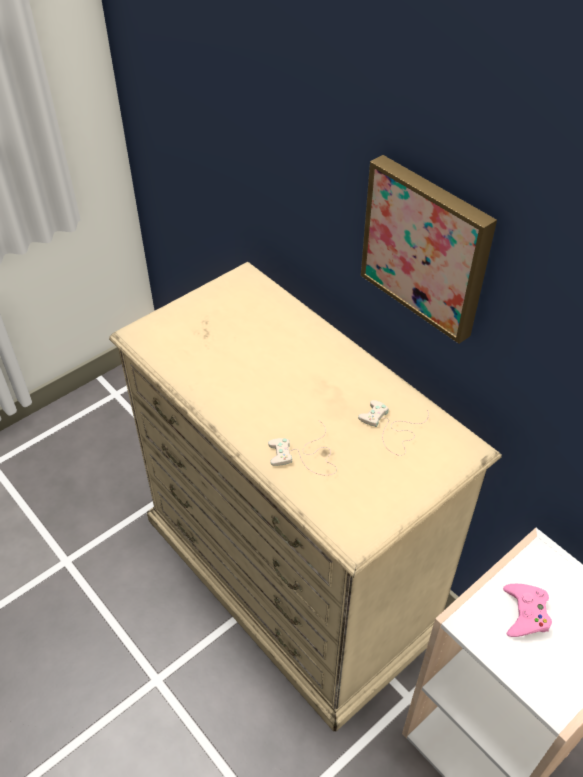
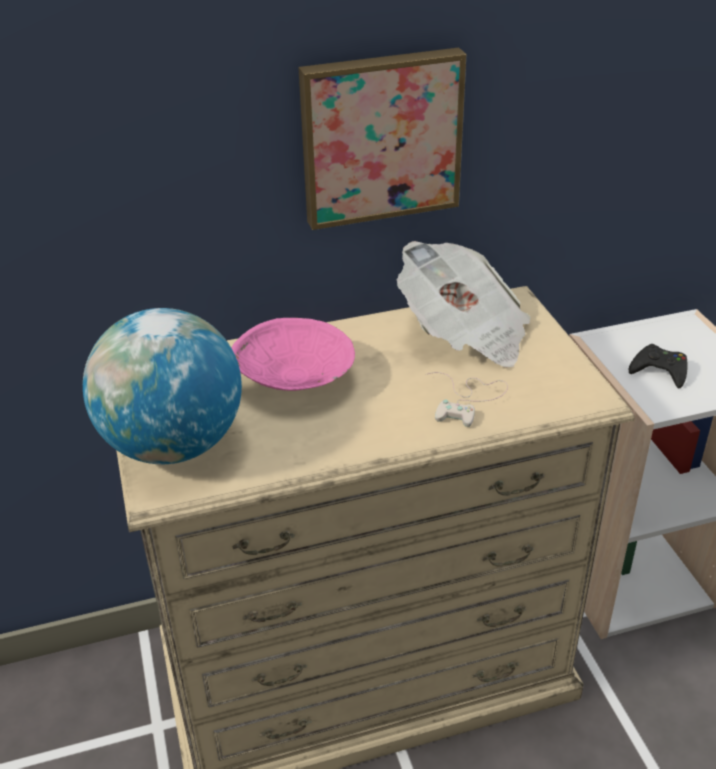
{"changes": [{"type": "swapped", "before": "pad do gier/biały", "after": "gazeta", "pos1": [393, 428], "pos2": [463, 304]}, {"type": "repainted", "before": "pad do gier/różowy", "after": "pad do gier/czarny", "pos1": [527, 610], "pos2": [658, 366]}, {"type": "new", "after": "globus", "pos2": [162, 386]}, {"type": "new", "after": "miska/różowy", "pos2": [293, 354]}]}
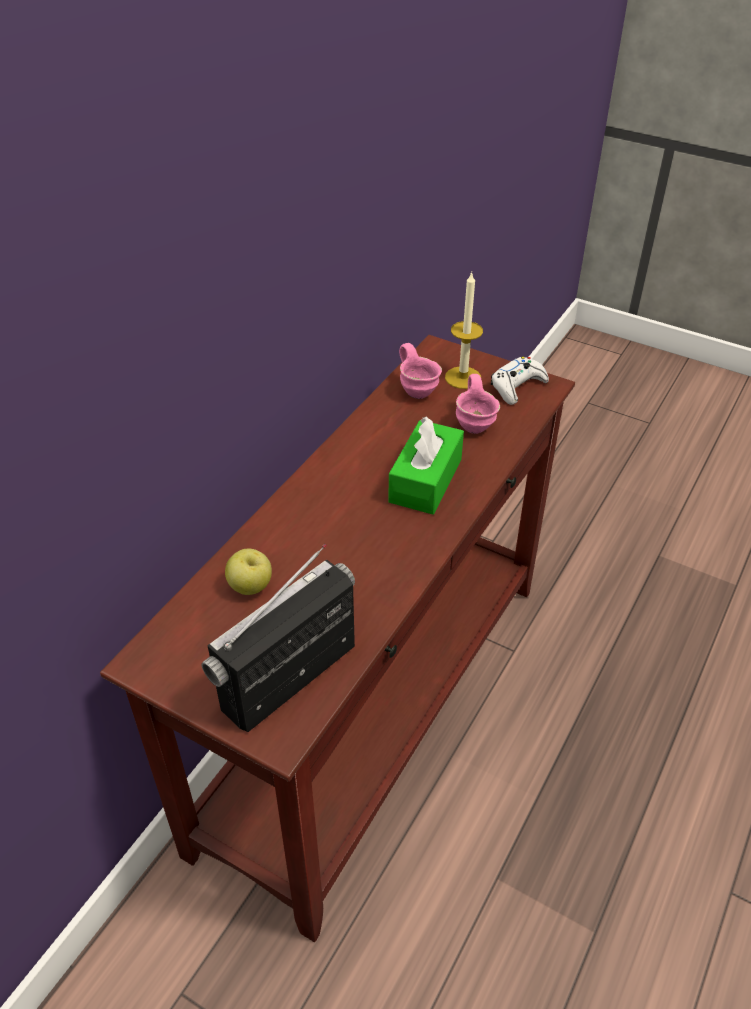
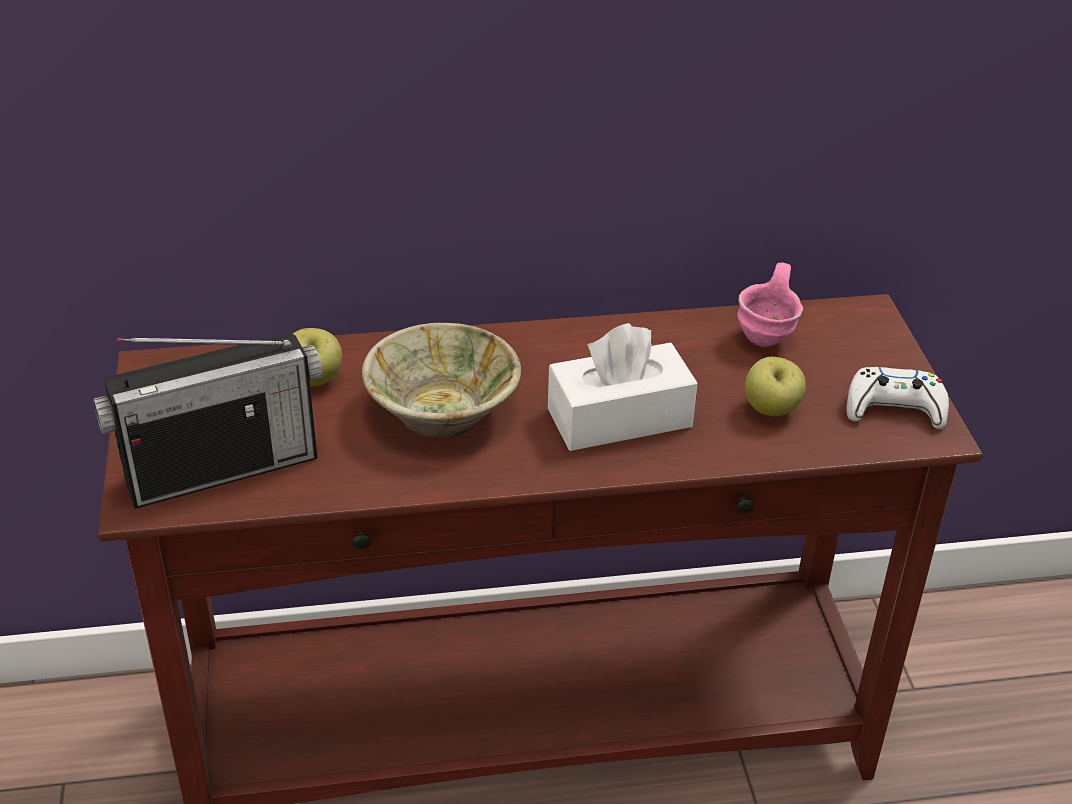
{"changes": [{"type": "rotated", "before": "radio", "pos1": [278, 638], "pos2": [207, 421], "turn": 150}, {"type": "repainted", "before": "pudełko chusteczek/zielony", "after": "pudełko chusteczek/biały", "pos1": [426, 465], "pos2": [622, 387]}, {"type": "gone", "before": "świeca", "pos1": [464, 330]}, {"type": "swapped", "before": "kubek/różowy", "after": "jabłko", "pos1": [478, 404], "pos2": [775, 386]}, {"type": "new", "after": "miska/beżowy", "pos2": [441, 380]}]}
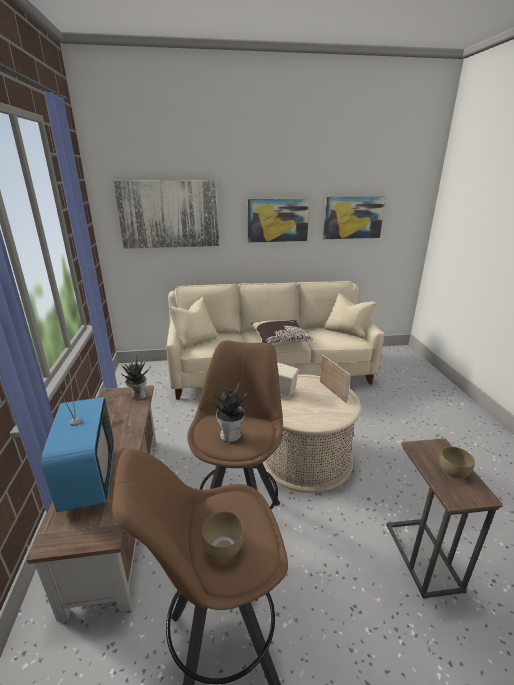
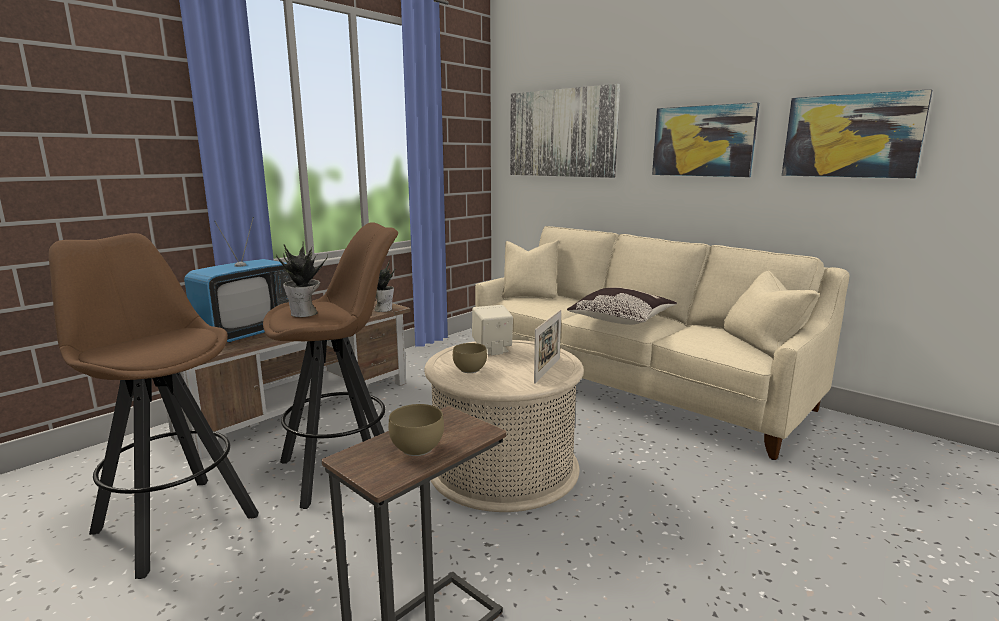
{"changes": [{"type": "shifted", "before": "miska/brązowy", "pos1": [223, 535], "pos2": [470, 358]}]}
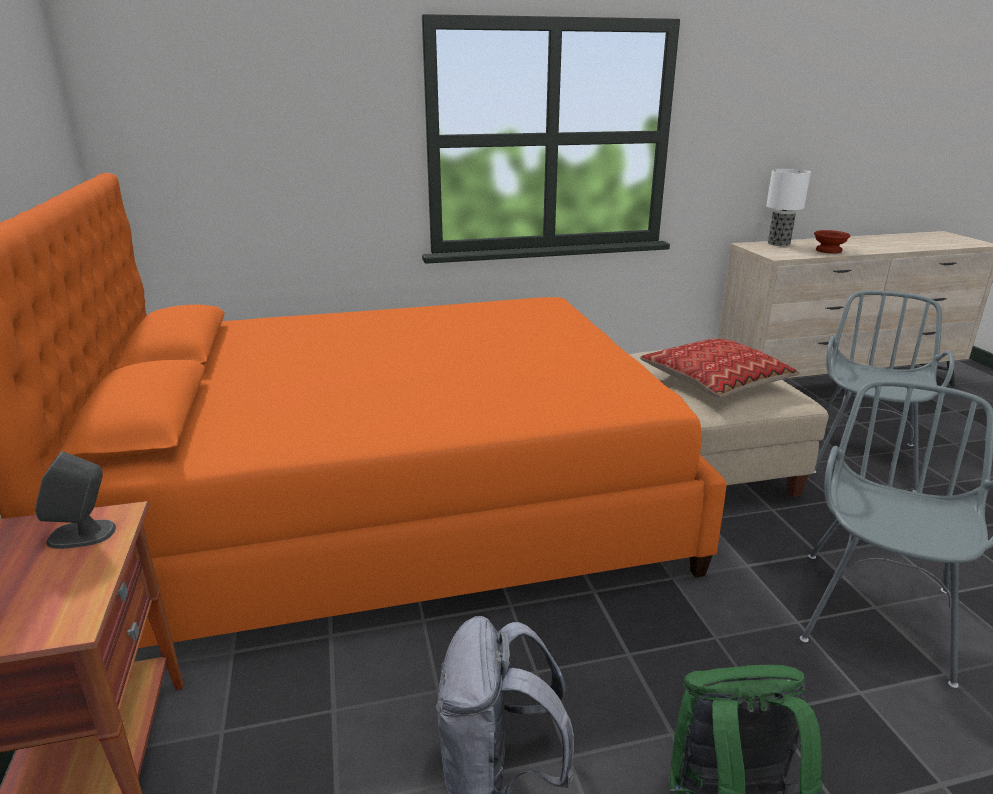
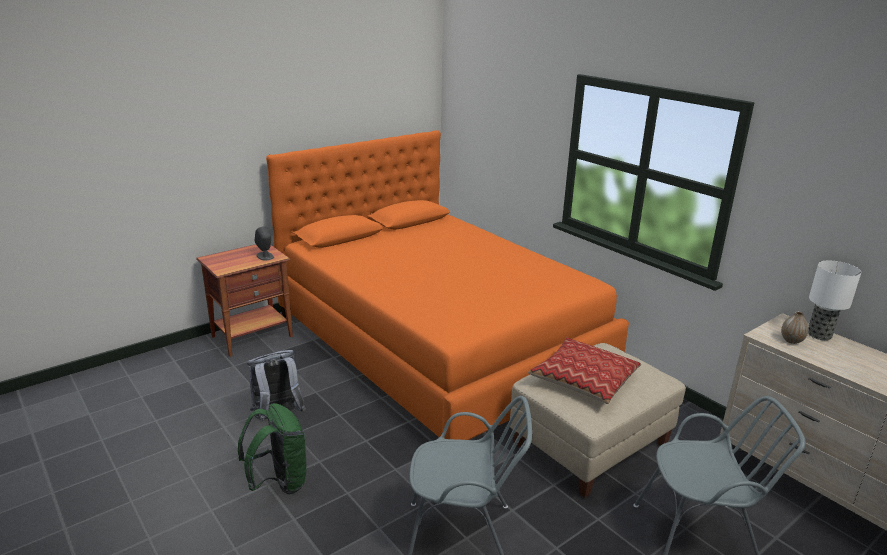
{"changes": [{"type": "gone", "before": "miska/brązowy", "pos1": [832, 241]}, {"type": "new", "after": "wazon", "pos2": [795, 327]}]}
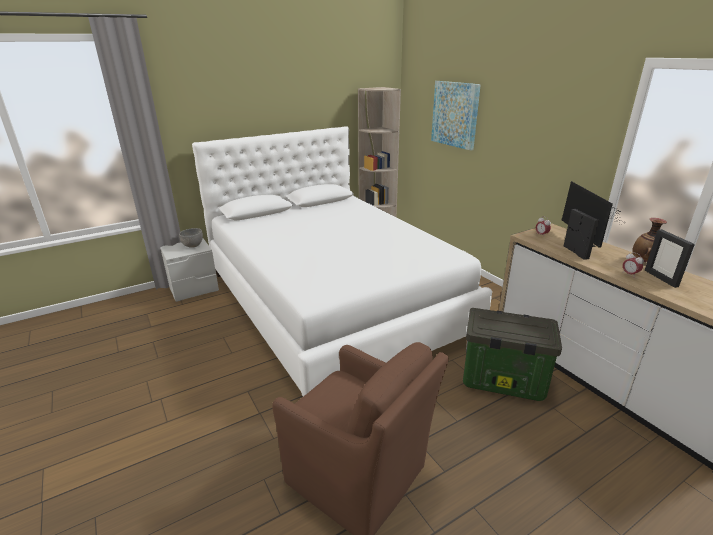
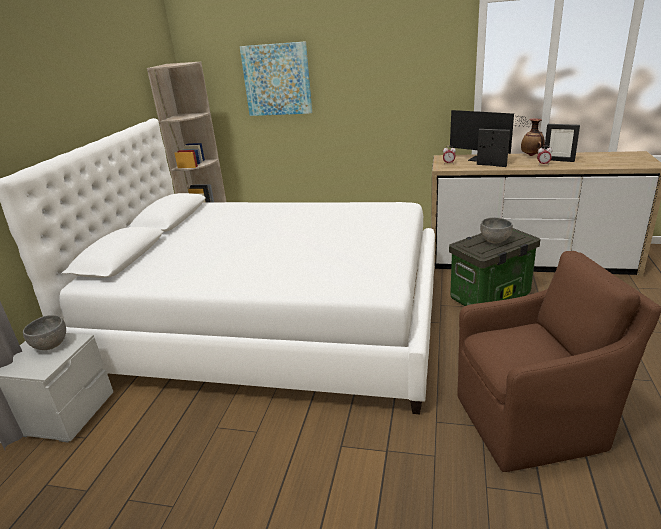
{"changes": [{"type": "new", "after": "miska/szary", "pos2": [496, 230]}]}
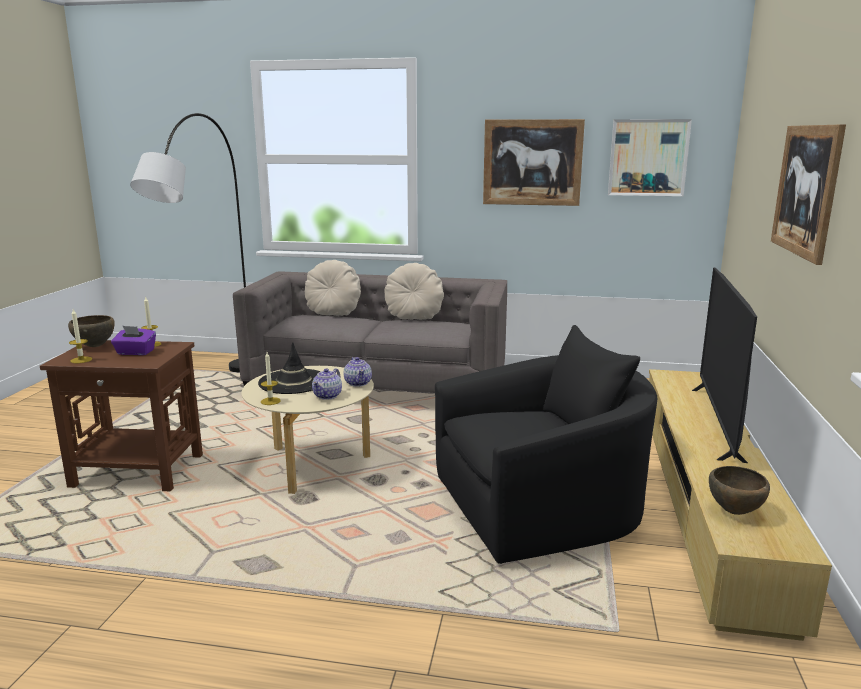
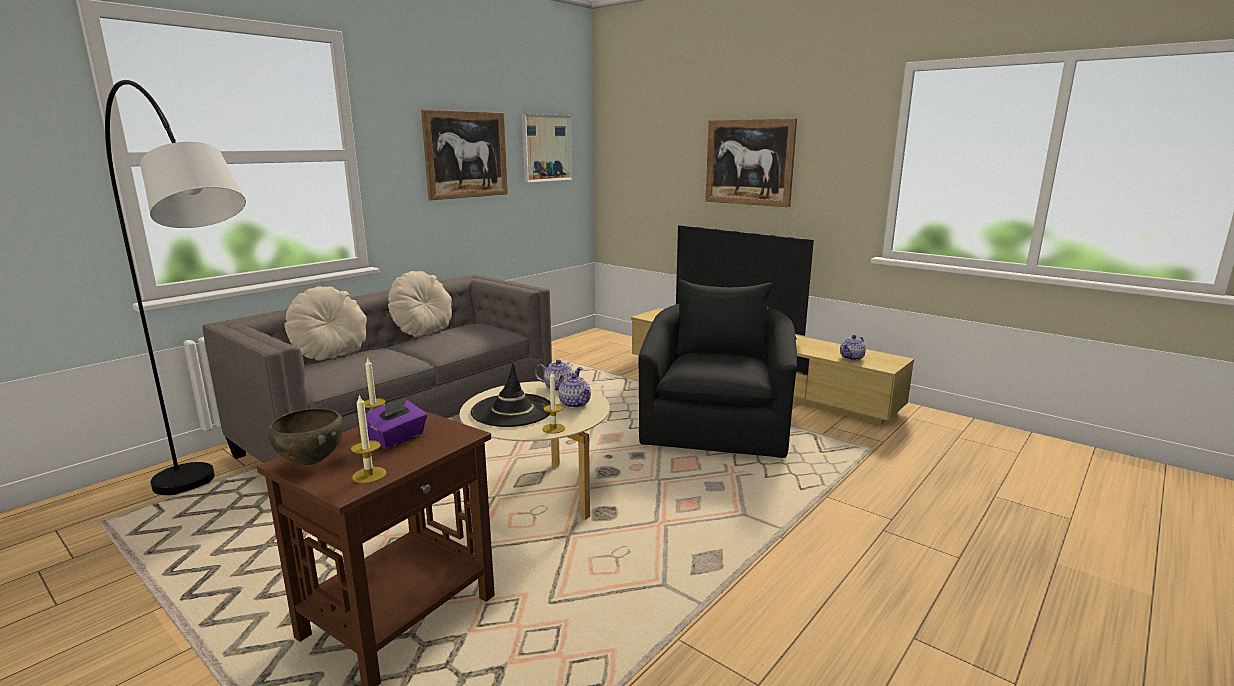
{"changes": [{"type": "swapped", "before": "miska/brązowy", "after": "imbryk", "pos1": [739, 490], "pos2": [853, 348]}]}
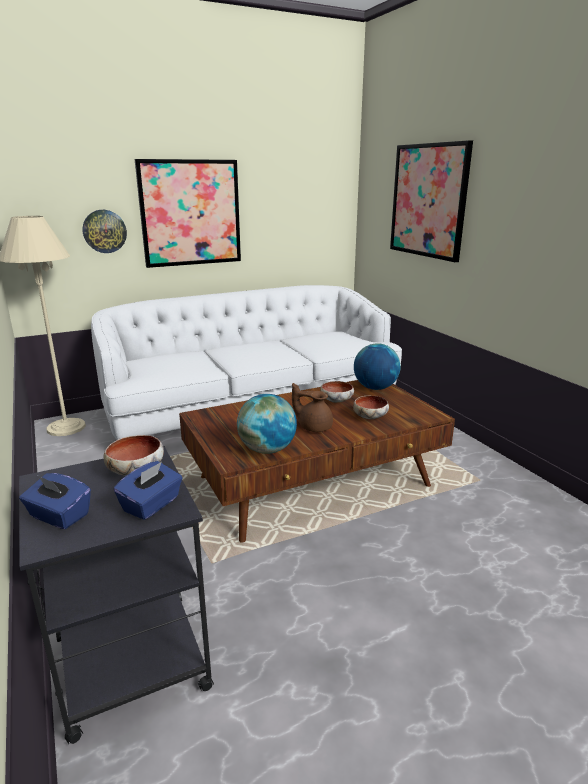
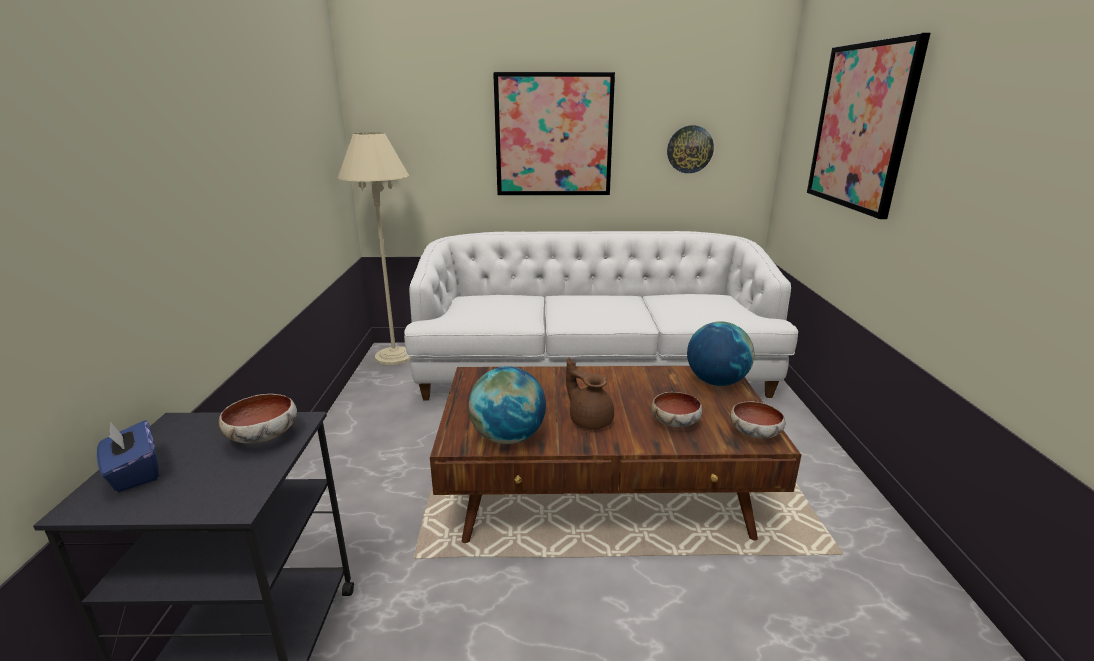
{"changes": [{"type": "shifted", "before": "zegar ścienny", "pos1": [104, 231], "pos2": [690, 149]}, {"type": "gone", "before": "pudełko chusteczek/niebieski", "pos1": [148, 490]}, {"type": "shifted", "before": "miska", "pos1": [337, 392], "pos2": [757, 420]}]}
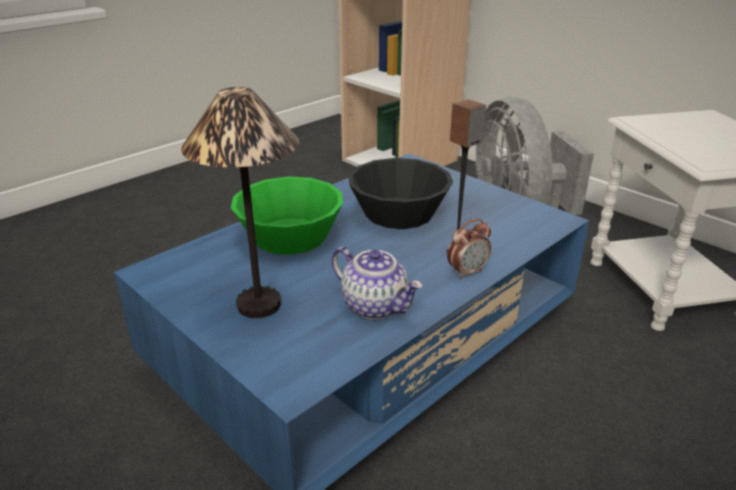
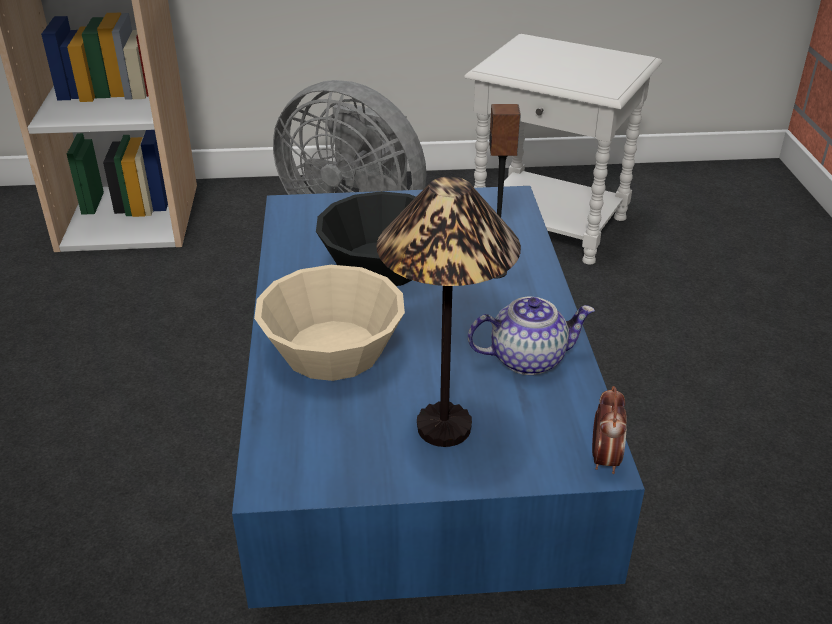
{"changes": [{"type": "repainted", "before": "miska/zielony", "after": "miska/beżowy", "pos1": [287, 216], "pos2": [329, 323]}, {"type": "shifted", "before": "budzik", "pos1": [469, 249], "pos2": [609, 430]}]}
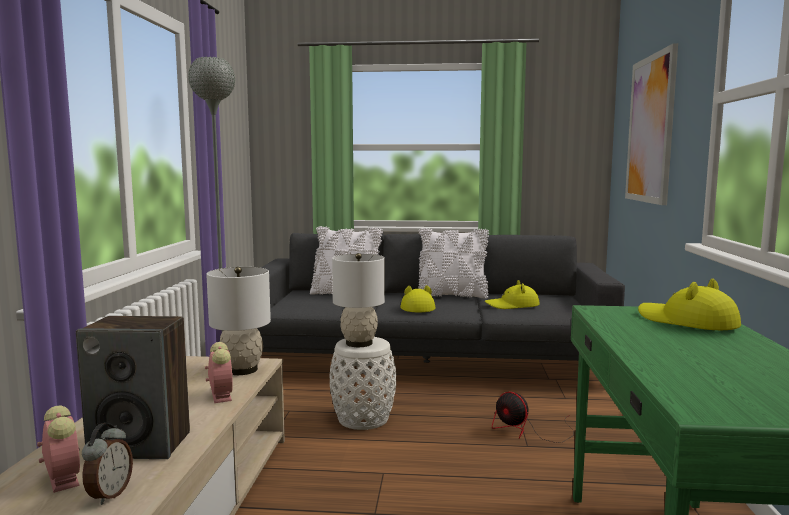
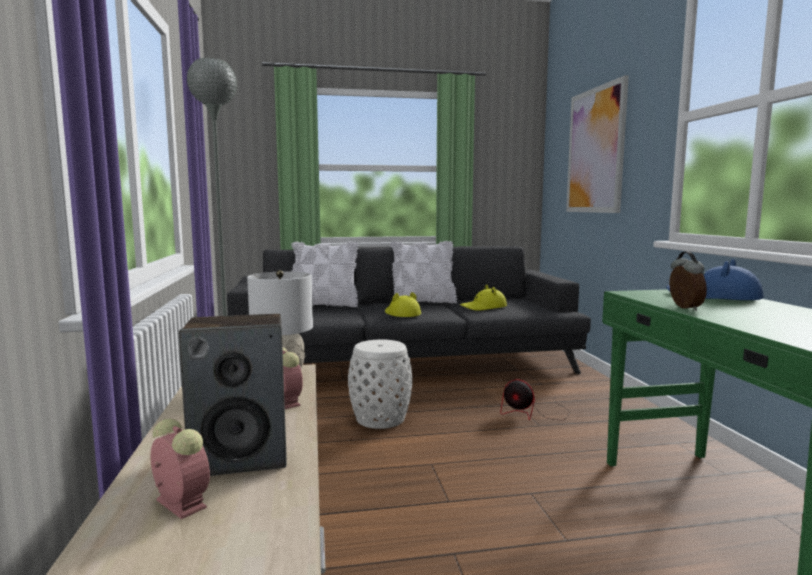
{"changes": [{"type": "shifted", "before": "budzik", "pos1": [107, 464], "pos2": [688, 281]}, {"type": "gone", "before": "lampa stołowa/biały", "pos1": [358, 300]}, {"type": "repainted", "before": "kapelusz/żółty", "after": "kapelusz/niebieski", "pos1": [689, 304], "pos2": [715, 279]}]}
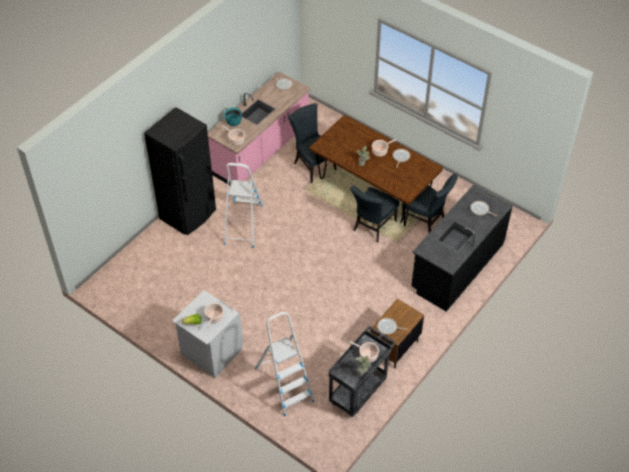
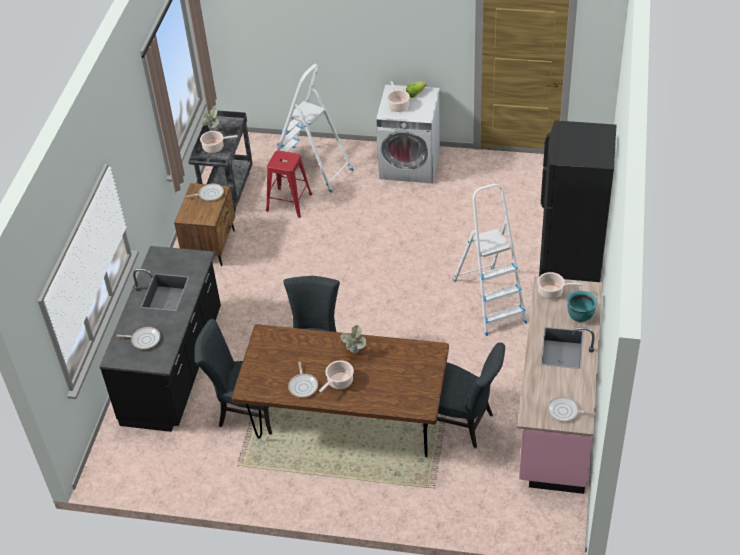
{"changes": [{"type": "new", "after": "stołek/czerwony", "pos2": [289, 184]}]}
